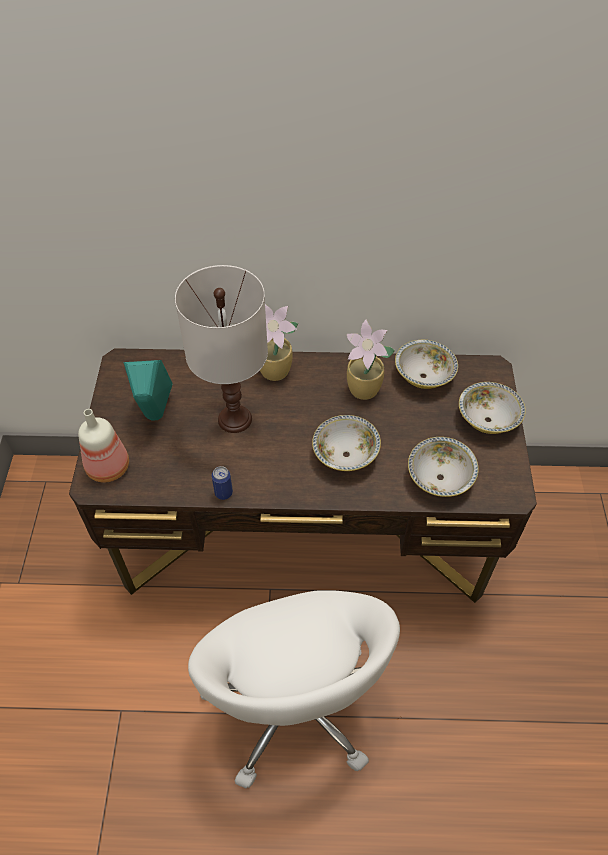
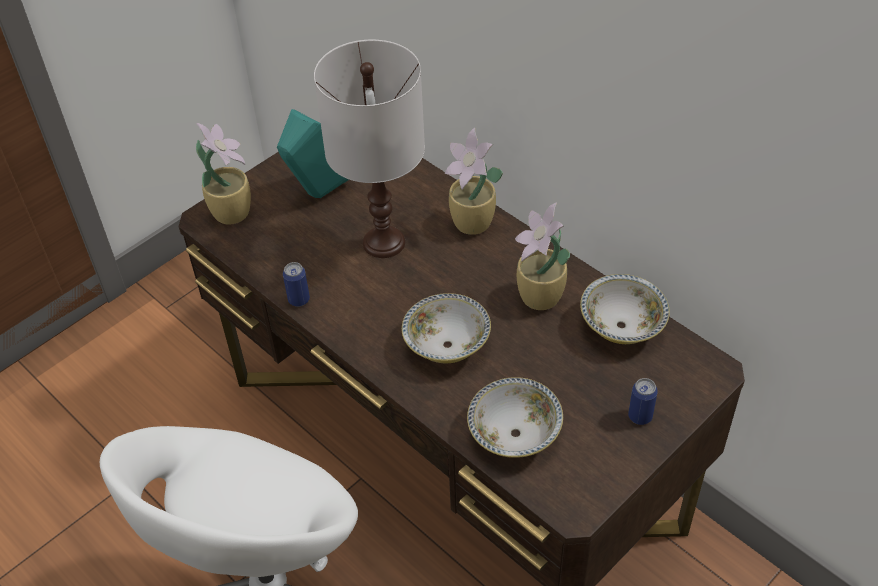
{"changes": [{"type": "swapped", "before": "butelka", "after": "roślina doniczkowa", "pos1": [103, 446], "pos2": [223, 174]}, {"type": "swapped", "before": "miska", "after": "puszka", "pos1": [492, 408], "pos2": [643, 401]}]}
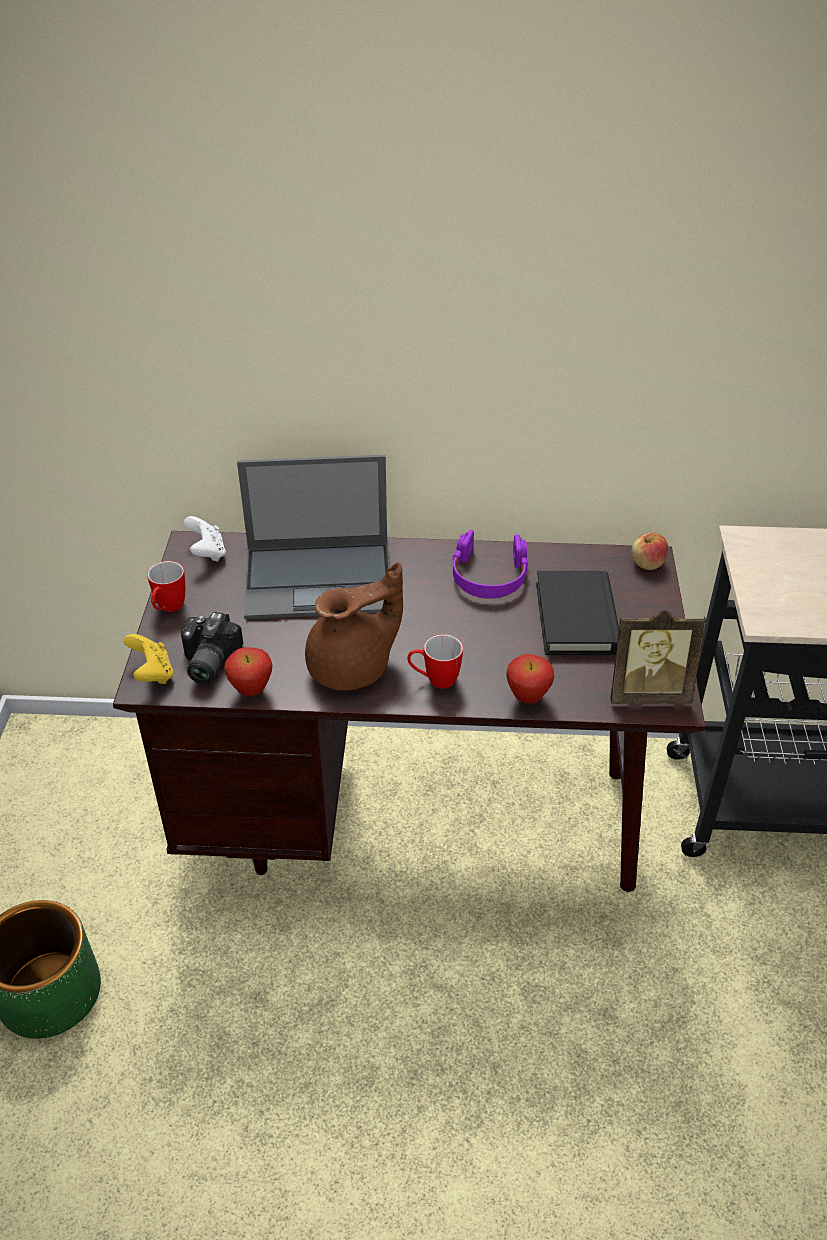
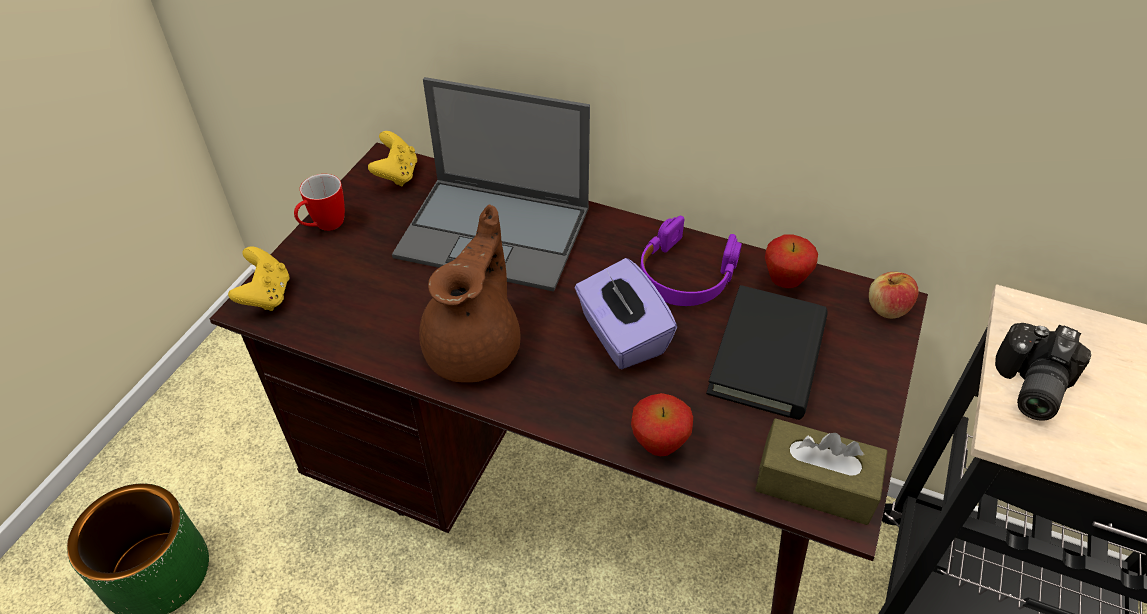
{"changes": [{"type": "shifted", "before": "aparat fotograficzny", "pos1": [212, 648], "pos2": [1043, 372]}, {"type": "repainted", "before": "pad do gier/biały", "after": "pad do gier/żółty", "pos1": [205, 539], "pos2": [392, 159]}, {"type": "shifted", "before": "jabłko", "pos1": [248, 671], "pos2": [791, 261]}, {"type": "rotated", "before": "imbryk/brązowy", "pos1": [354, 626], "pos2": [470, 294], "turn": -60}, {"type": "gone", "before": "kubek", "pos1": [435, 661]}, {"type": "swapped", "before": "ramka na zdjęcie", "after": "pudełko chusteczek/brązowy", "pos1": [658, 656], "pos2": [821, 471]}, {"type": "new", "after": "pudełko chusteczek/fioletowy", "pos2": [626, 313]}]}
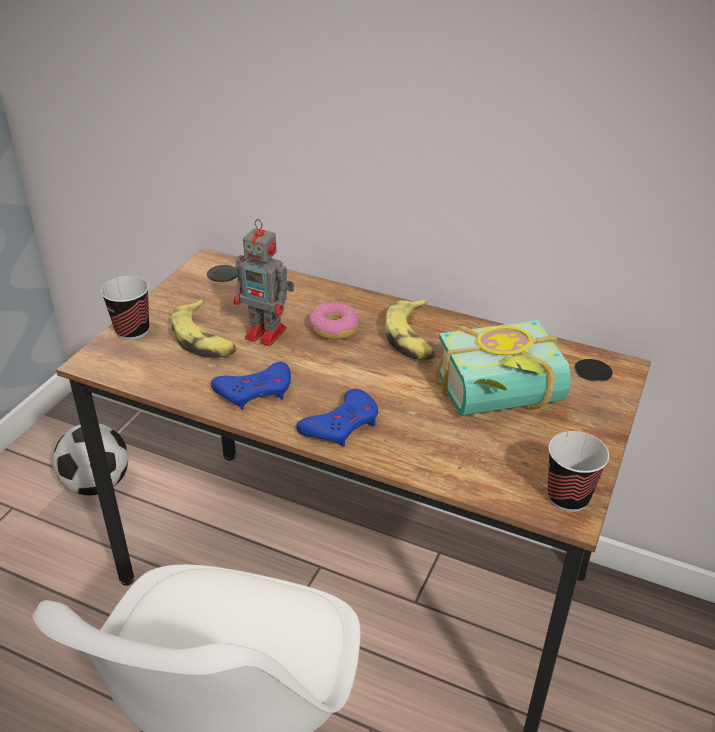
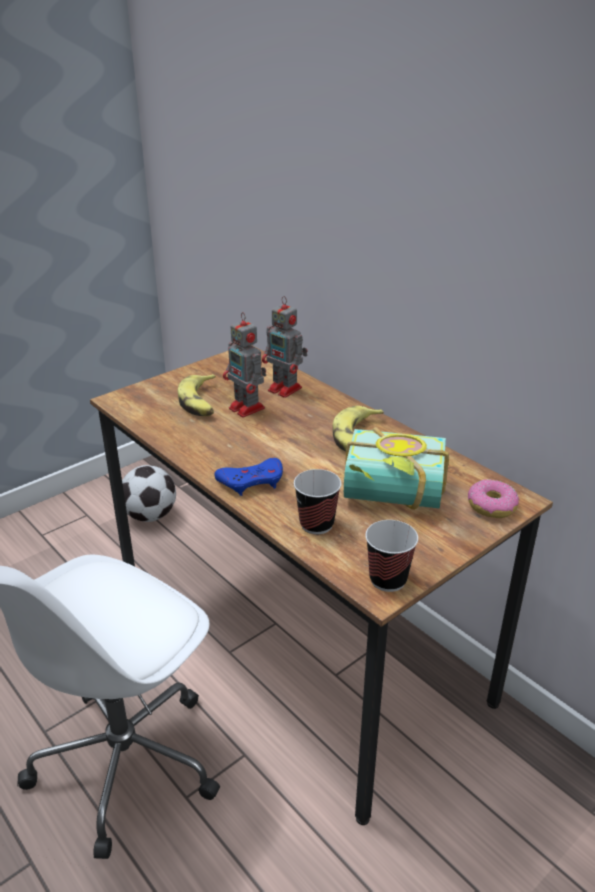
{"changes": [{"type": "shifted", "before": "filiżanka", "pos1": [125, 308], "pos2": [317, 501]}, {"type": "gone", "before": "pad do gier/niebieski", "pos1": [251, 386]}, {"type": "shifted", "before": "donut", "pos1": [334, 321], "pos2": [493, 498]}, {"type": "new", "after": "robot zabawkowy", "pos2": [284, 347]}]}
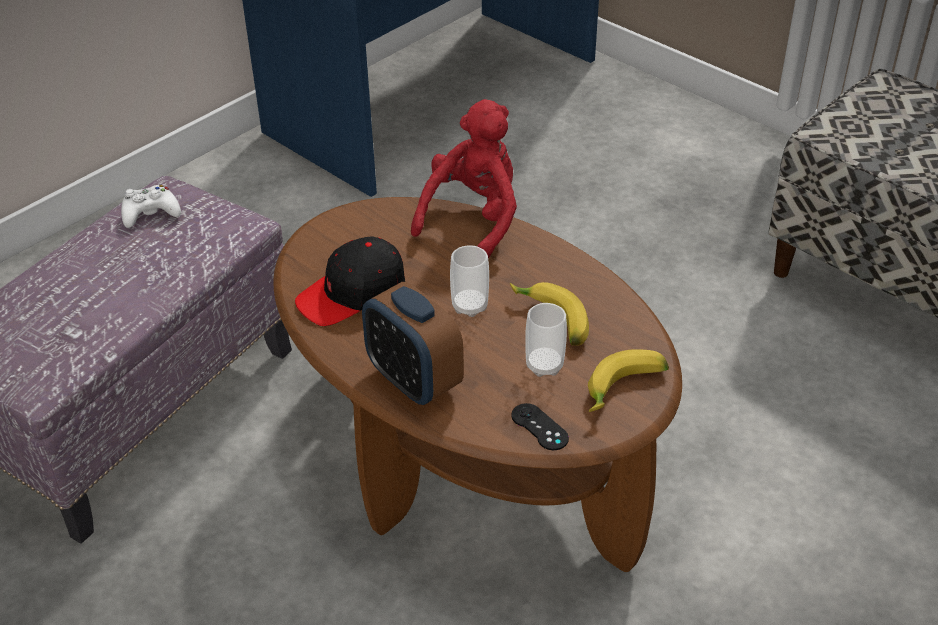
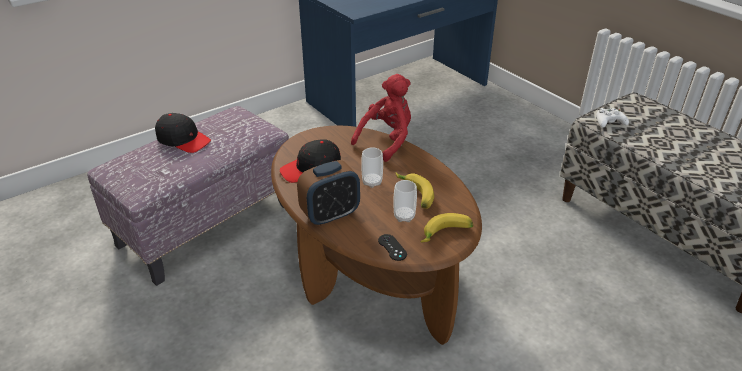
{"changes": [{"type": "shifted", "before": "pad do gier/biały", "pos1": [151, 206], "pos2": [612, 118]}, {"type": "rotated", "before": "budzik", "pos1": [413, 343], "pos2": [328, 193], "turn": -90}, {"type": "new", "after": "czapka z daszkiem/czarny", "pos2": [183, 133]}]}
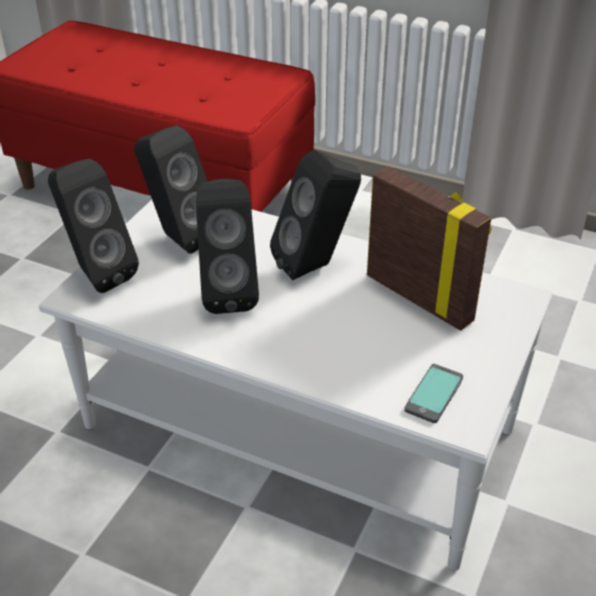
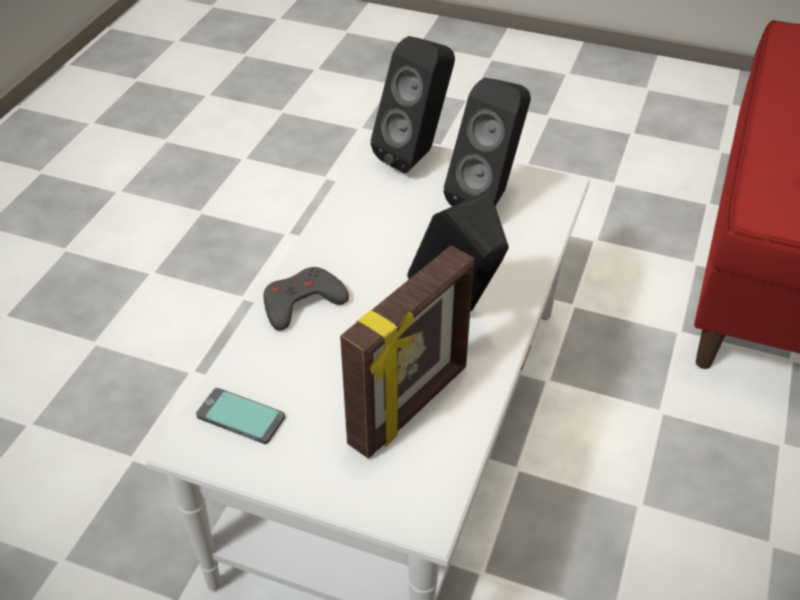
{"changes": [{"type": "gone", "before": "głośnik/czarny", "pos1": [227, 246]}, {"type": "new", "after": "pad do gier/szary", "pos2": [306, 299]}]}
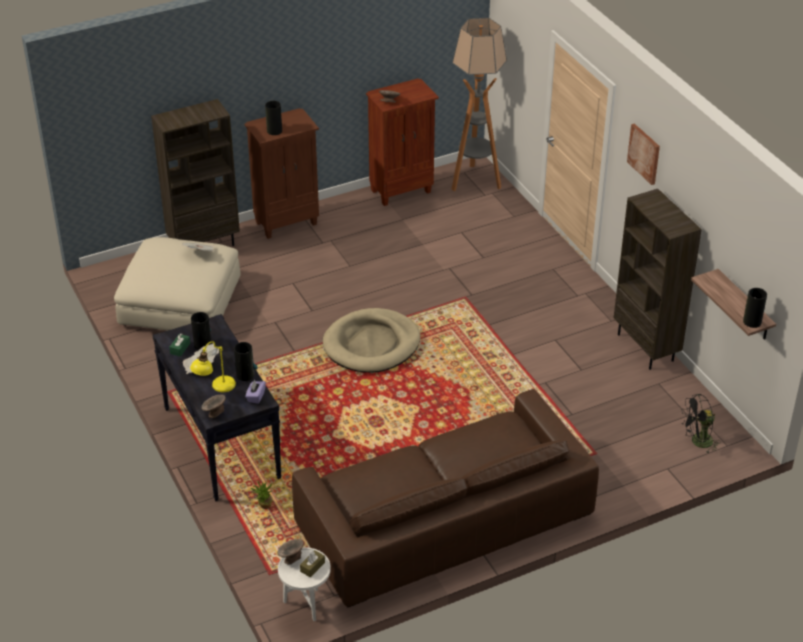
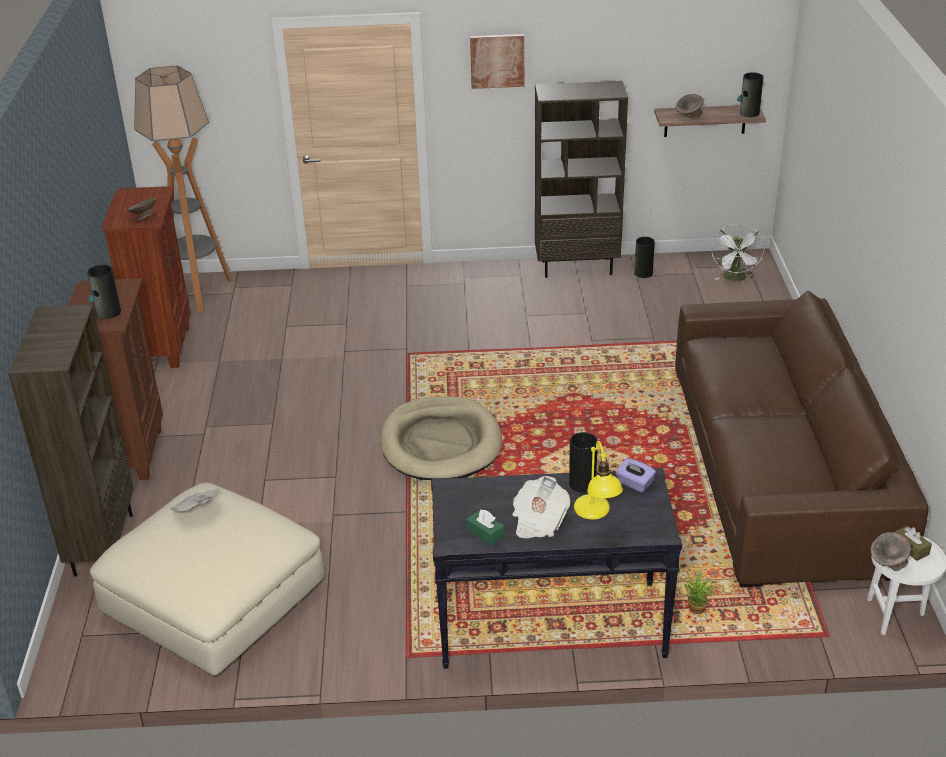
{"changes": [{"type": "shifted", "before": "wazon", "pos1": [201, 331], "pos2": [644, 257]}, {"type": "shifted", "before": "miska/szary", "pos1": [213, 406], "pos2": [689, 107]}, {"type": "repainted", "before": "wentylator/czarny", "after": "wentylator/biały", "pos1": [701, 424], "pos2": [737, 252]}]}
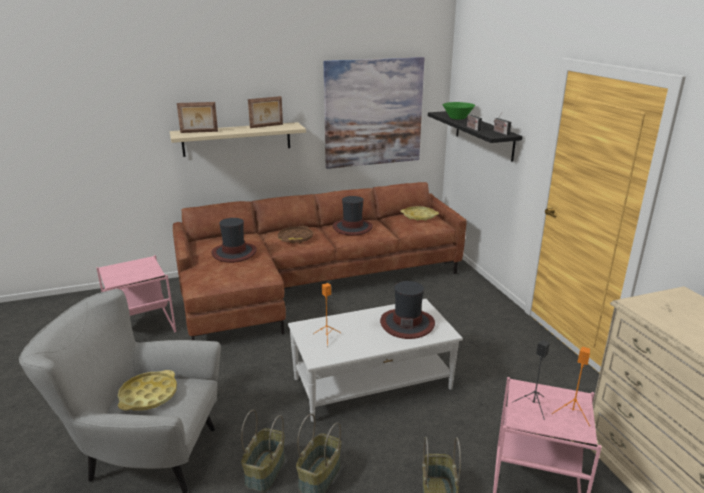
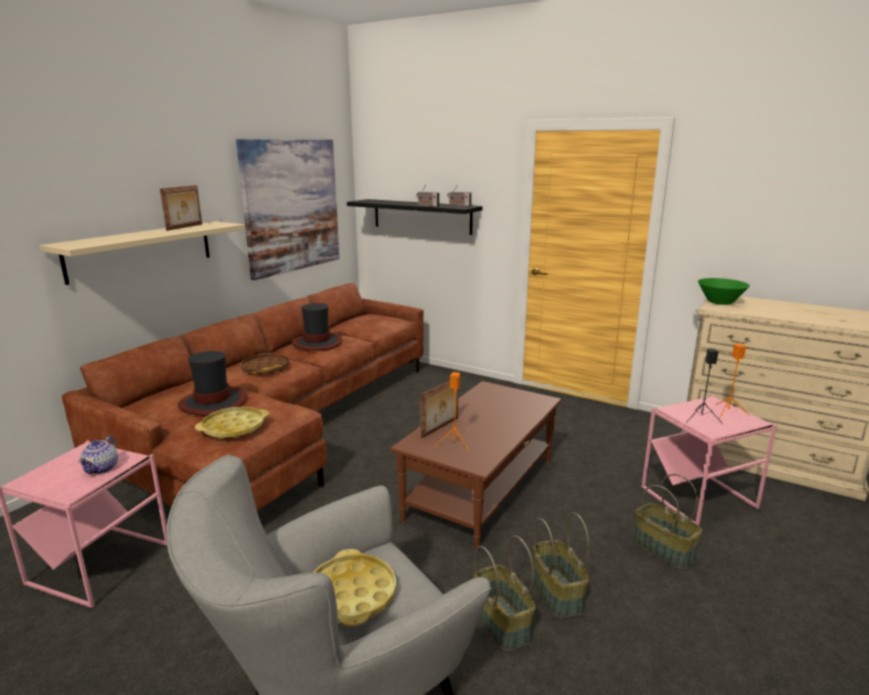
{"changes": [{"type": "shifted", "before": "ramka na zdjęcie", "pos1": [197, 117], "pos2": [439, 409]}, {"type": "repainted", "before": "ława/biały", "after": "ława/brązowy", "pos1": [375, 360], "pos2": [476, 465]}, {"type": "gone", "before": "kapelusz", "pos1": [407, 310]}, {"type": "shifted", "before": "taca/żółty", "pos1": [420, 213], "pos2": [232, 423]}, {"type": "shifted", "before": "miska/zielony", "pos1": [459, 111], "pos2": [724, 291]}, {"type": "new", "after": "imbryk", "pos2": [98, 455]}]}
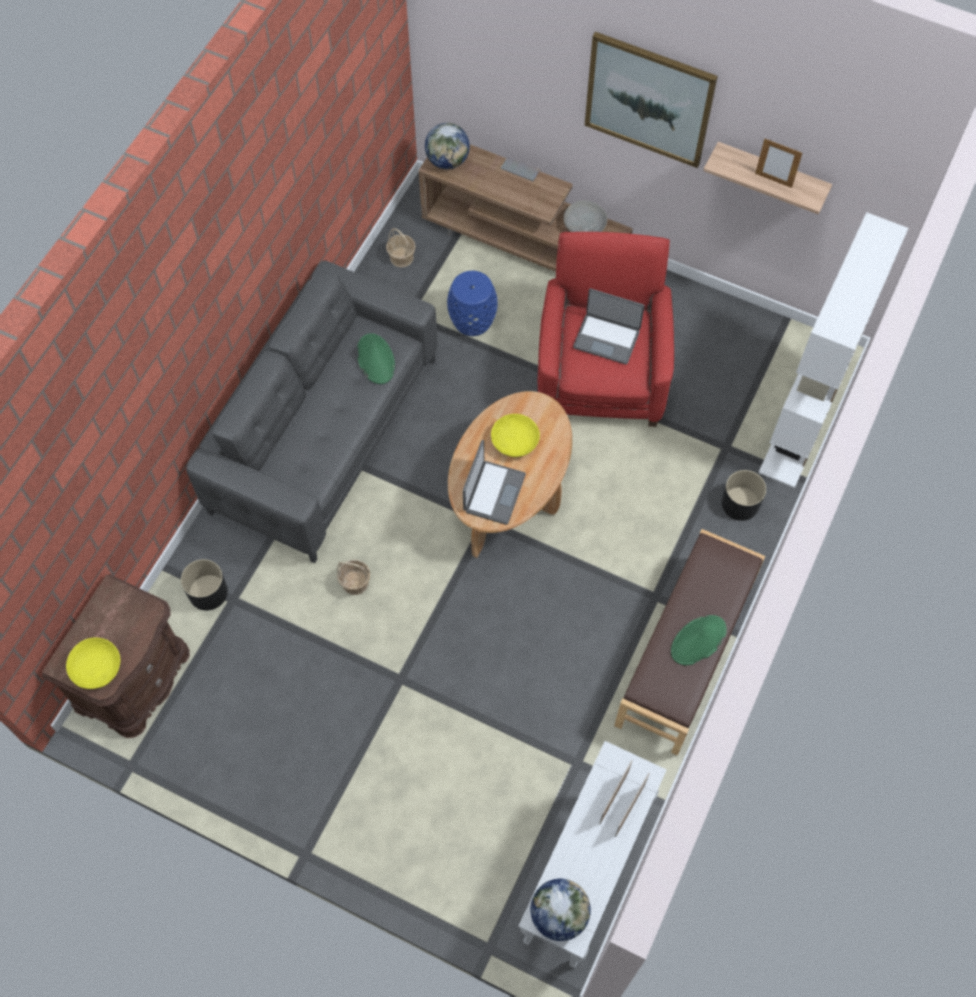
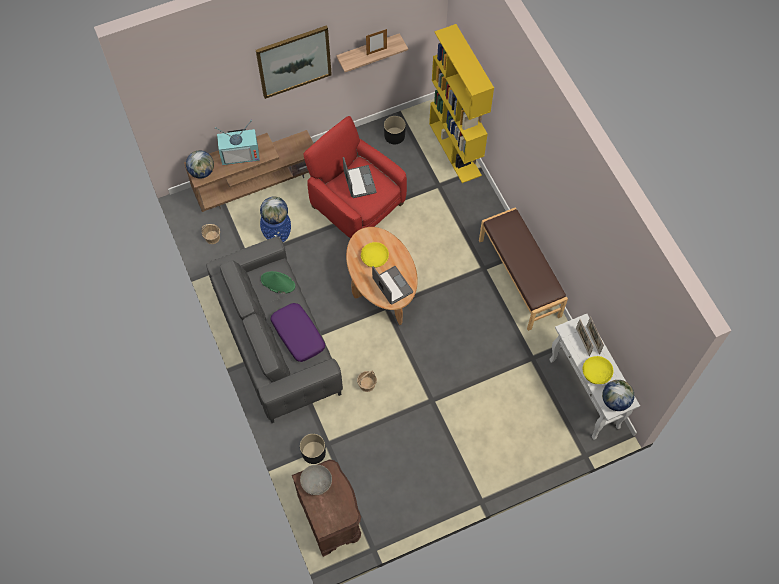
{"changes": [{"type": "shifted", "before": "miska/żółty", "pos1": [93, 663], "pos2": [597, 370]}, {"type": "shifted", "before": "miska/szary", "pos1": [585, 216], "pos2": [316, 480]}, {"type": "rotated", "before": "laptop", "pos1": [609, 326], "pos2": [360, 177], "turn": -75}, {"type": "gone", "before": "kapelusz/zielony", "pos1": [699, 640]}, {"type": "shifted", "before": "donica/czarny", "pos1": [744, 495], "pos2": [395, 130]}, {"type": "repainted", "before": "regał/biały", "after": "regał/żółty", "pos1": [833, 350], "pos2": [461, 103]}, {"type": "new", "after": "telewizor", "pos2": [237, 142]}, {"type": "new", "after": "globus", "pos2": [274, 210]}, {"type": "new", "after": "poduszka/fioletowy", "pos2": [298, 332]}]}
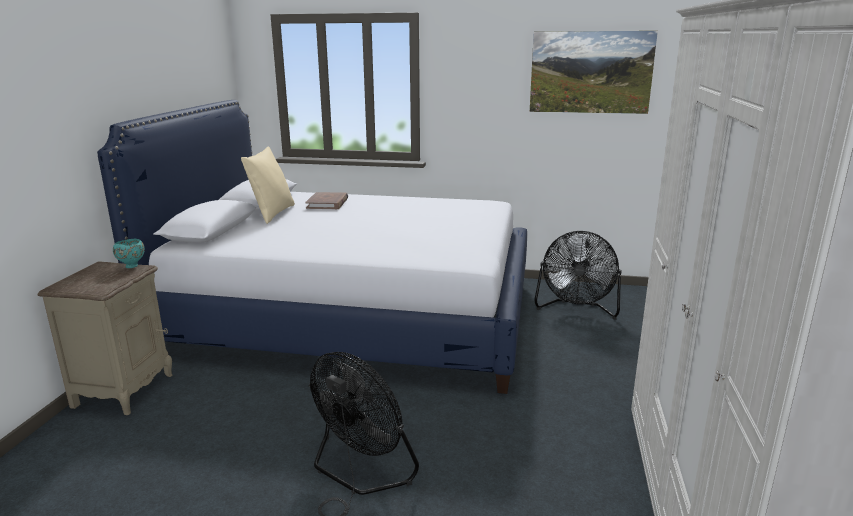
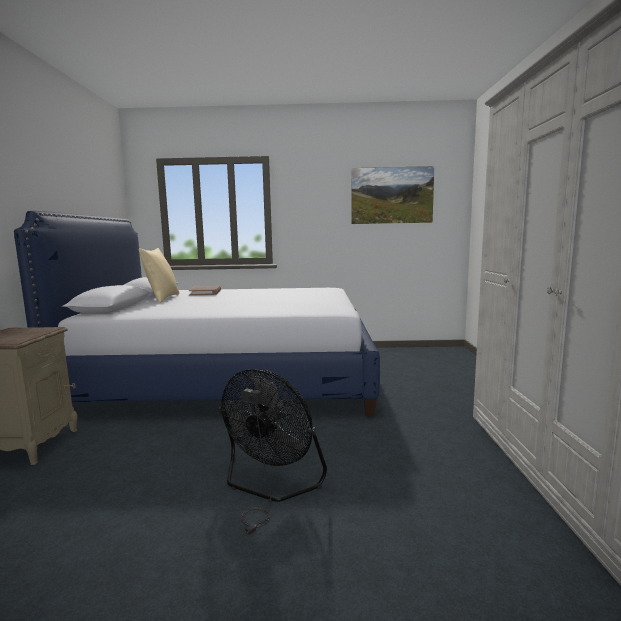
{"changes": [{"type": "gone", "before": "miska/turkusowy", "pos1": [129, 253]}, {"type": "gone", "before": "wentylator/czarny", "pos1": [578, 275]}]}
